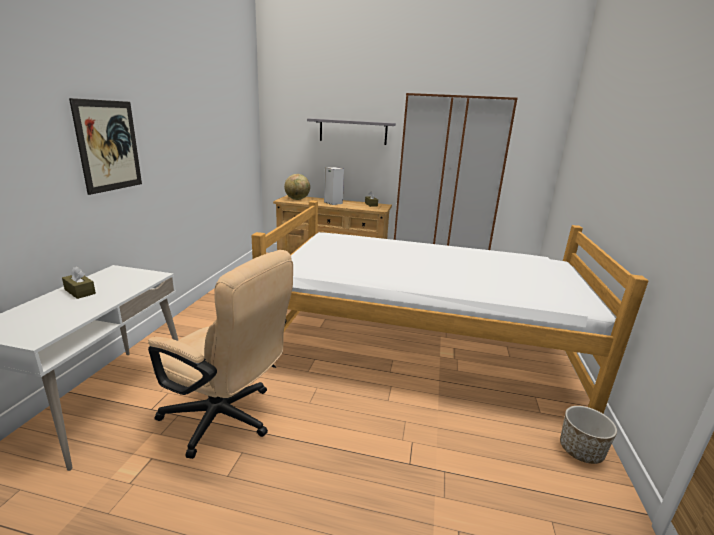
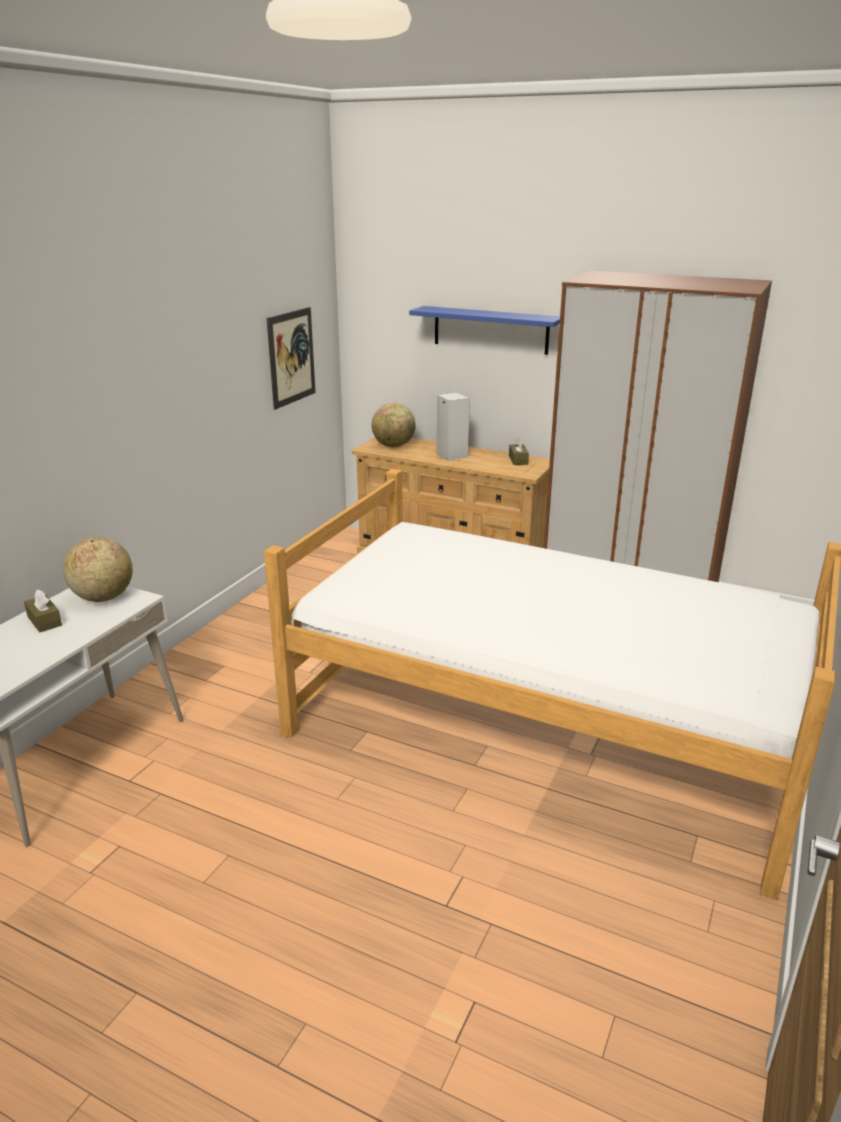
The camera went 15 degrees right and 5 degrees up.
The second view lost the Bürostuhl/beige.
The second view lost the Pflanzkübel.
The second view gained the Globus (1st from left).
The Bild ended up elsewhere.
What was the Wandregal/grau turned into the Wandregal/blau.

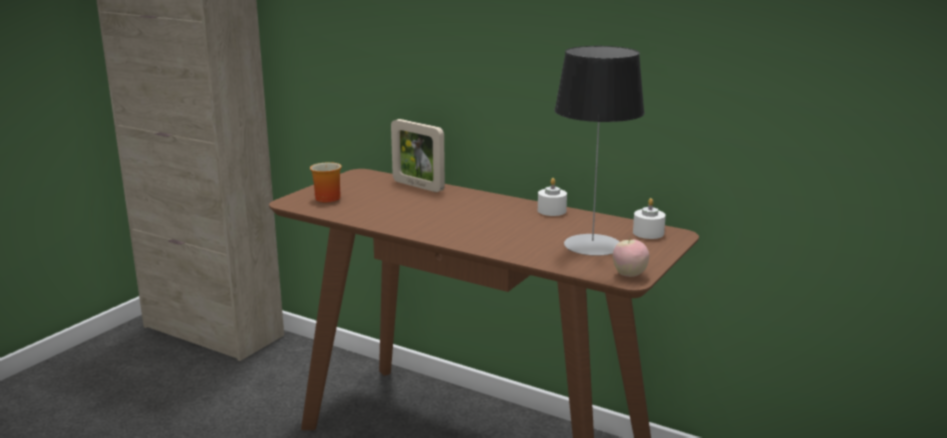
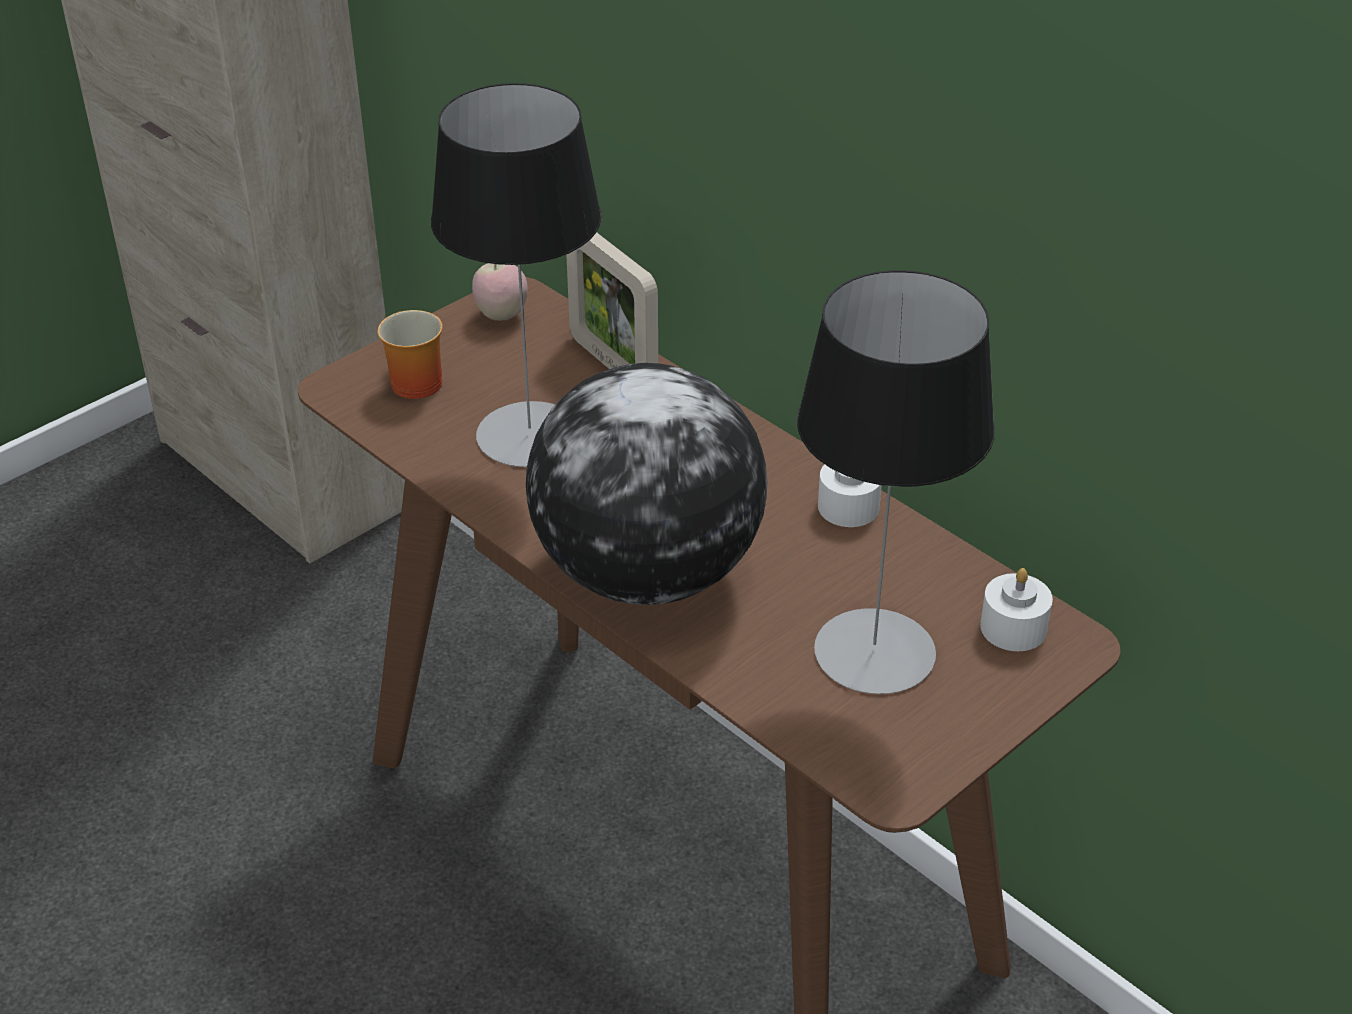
The camera went 15 degrees right and 20 degrees up.
The second view gained the Tischlampe (1st from left).
The second view gained the Globus.
The Apfel ended up elsewhere.

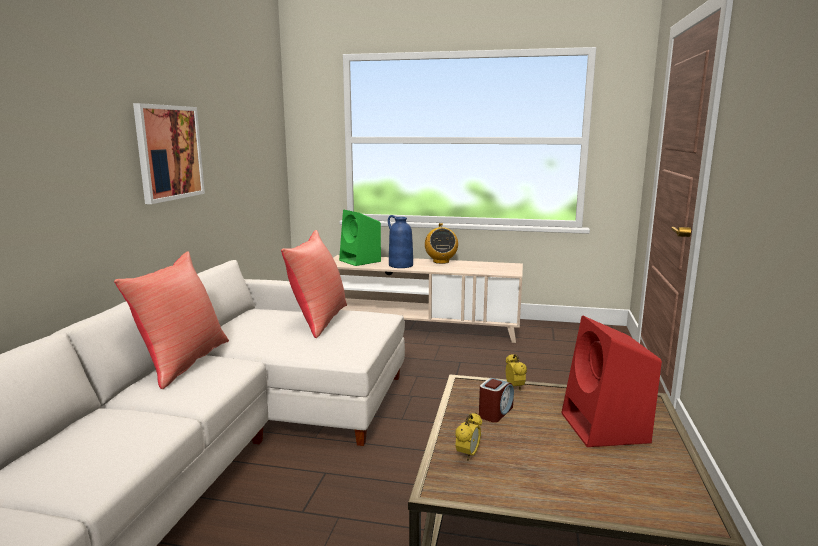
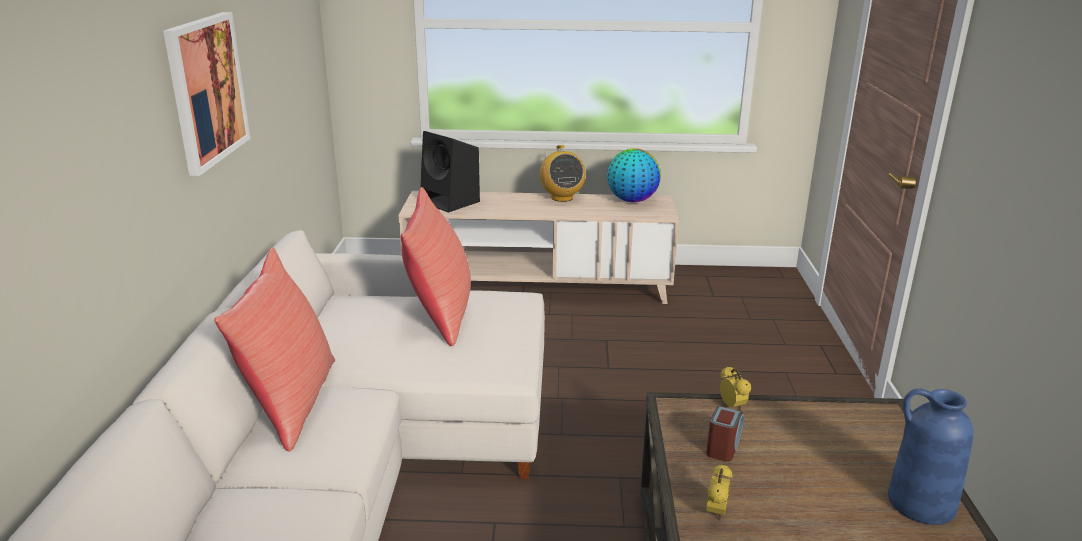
The camera went 10 degrees left and 10 degrees up.
The second view lost the Lautsprecher/rot.
The second view gained the Globus.
The Vase/blau ended up elsewhere.
What was the Lautsprecher/grün turned into the Lautsprecher/schwarz.

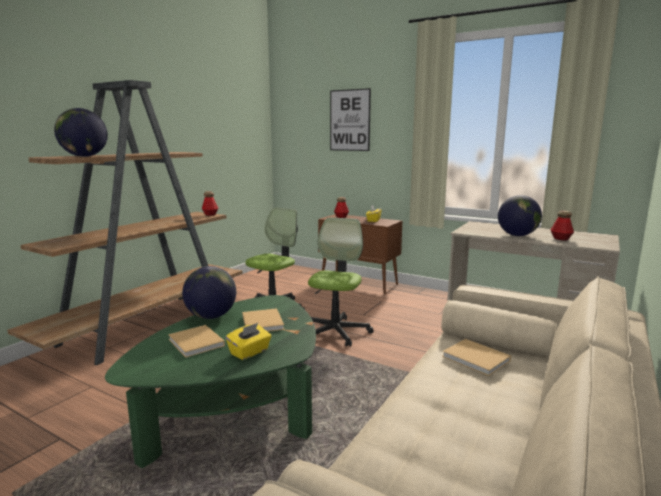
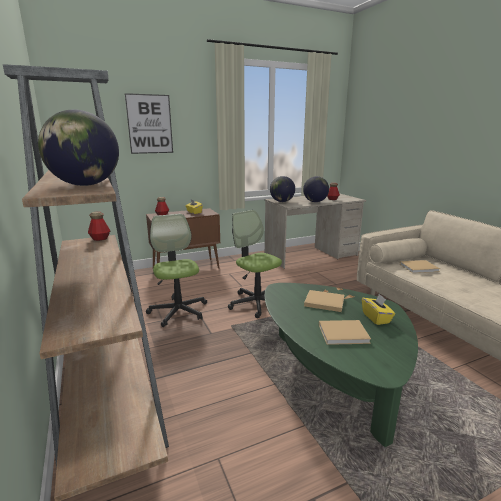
The camera went 55 degrees left and 5 degrees up.
The Globus (2nd from left) ended up elsewhere.

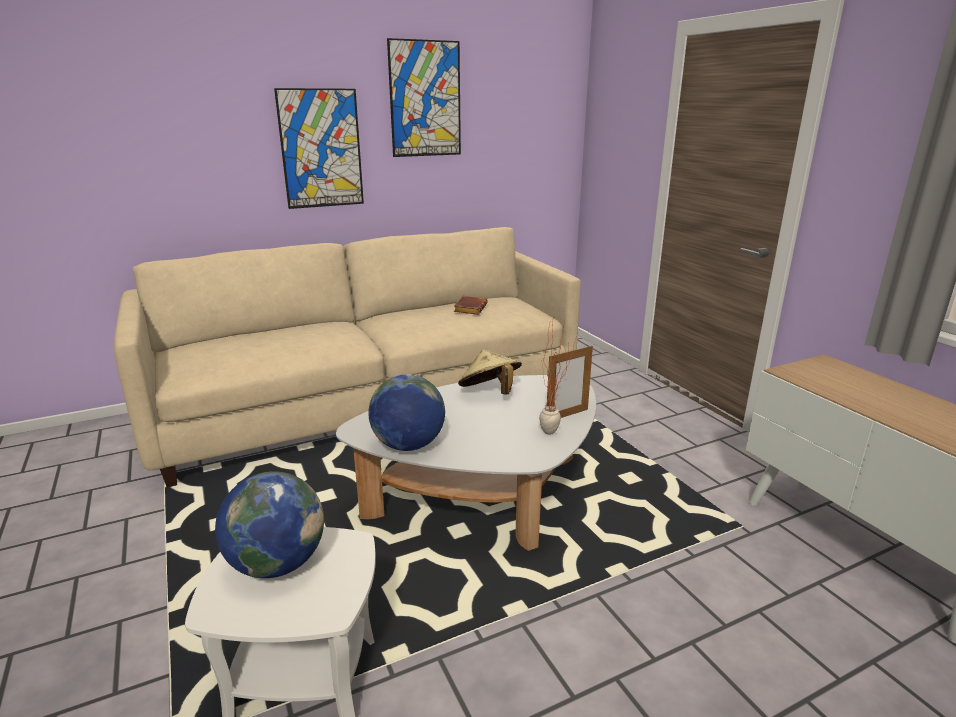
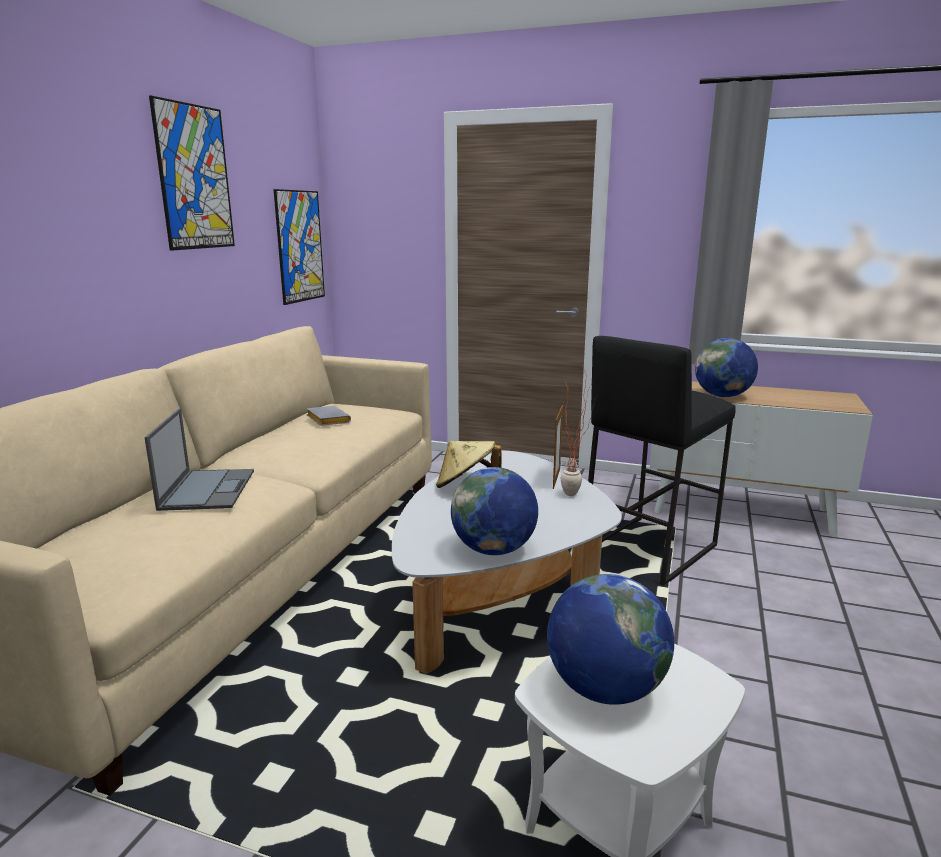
The camera went 45 degrees left and 5 degrees down.
The second view gained the Laptop.
The second view gained the Hocker/schwarz.
The second view gained the Globus (3rd from left).
The Bild (1st from left in the first image) ended up elsewhere.
What was the Buch/braun turned into the Buch/grau.

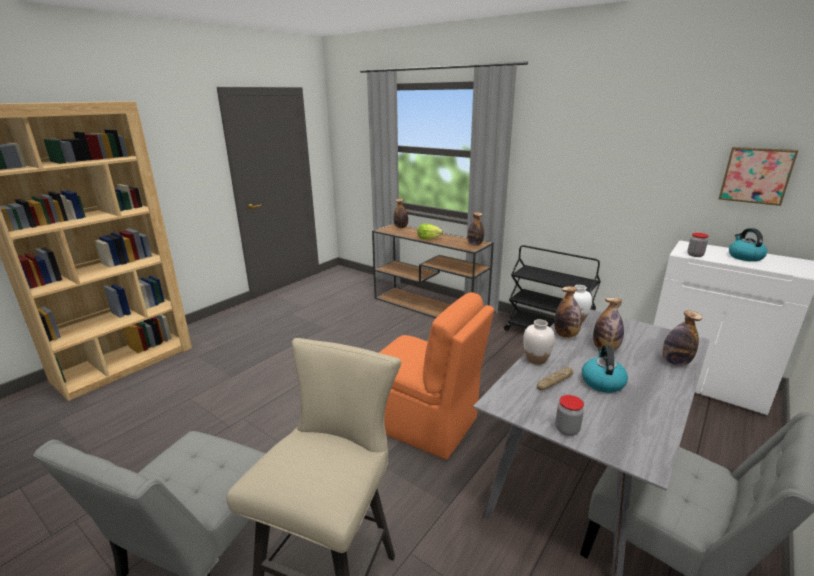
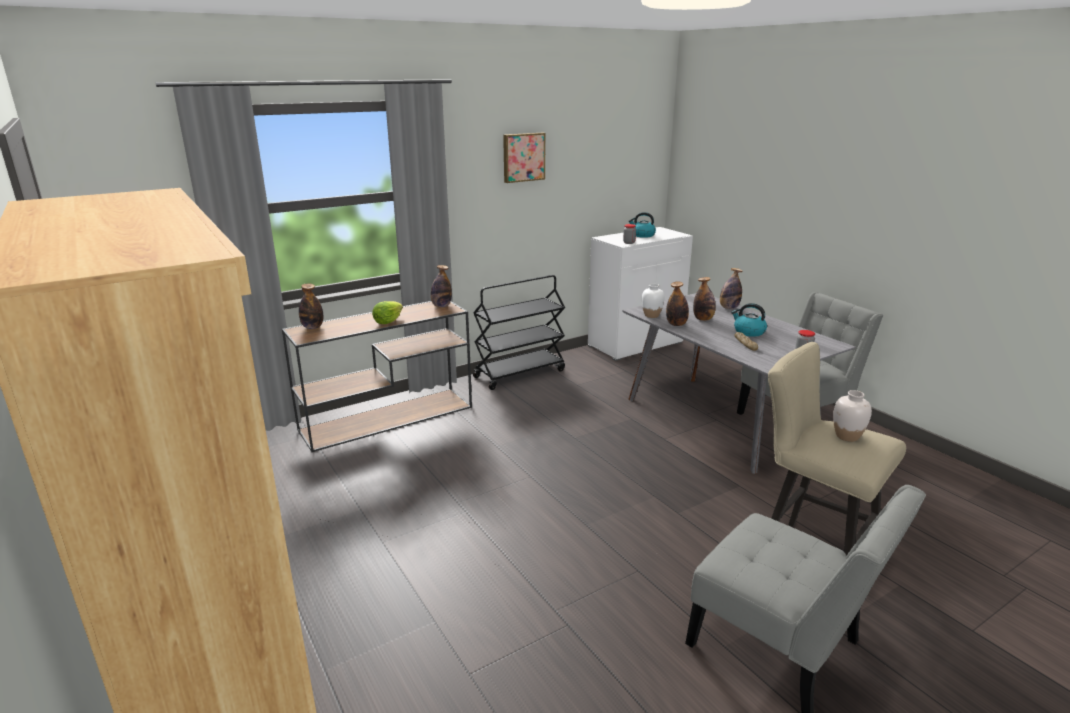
The camera went 70 degrees left and 0 degrees up.
The second view lost the Stuhl/orange.
The Vase/weiß (1st from left in the first image) ended up elsewhere.
The Bild ended up elsewhere.

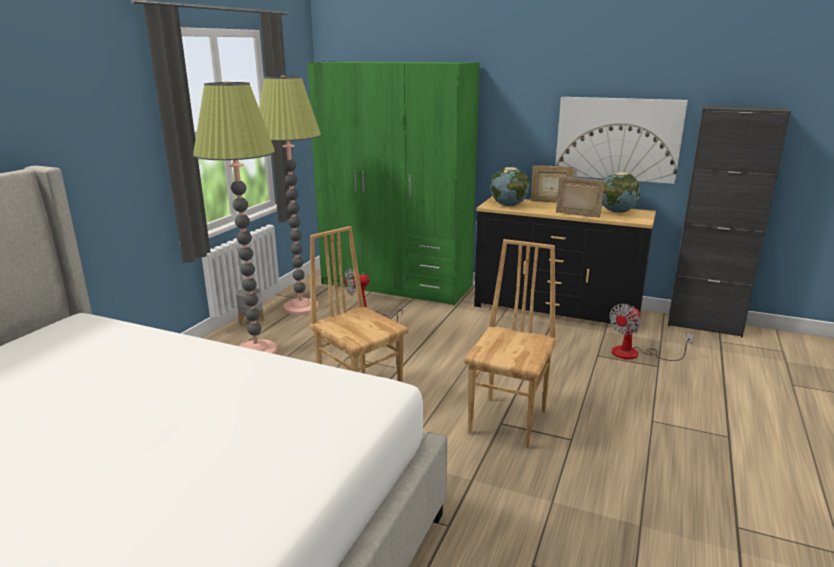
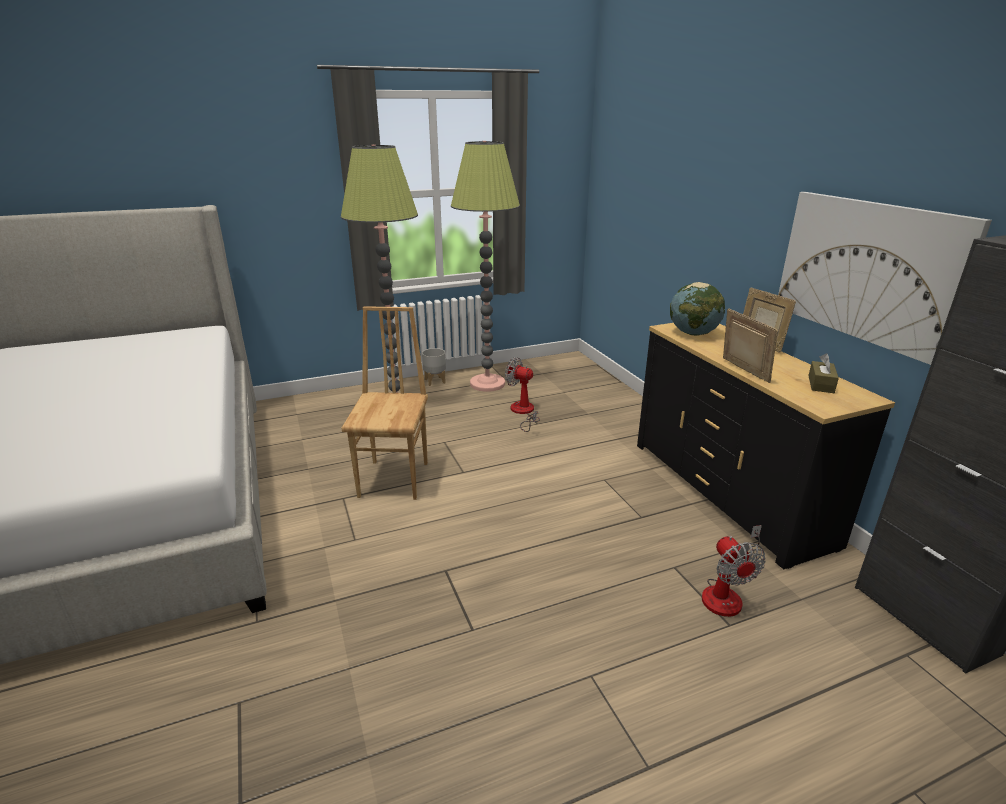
The camera went 45 degrees right and 5 degrees up.
The second view lost the Kleiderschrank/grün.
The second view lost the Stuhl/braun (2nd from left).
Where the Globus (2nd from left) stood, the Taschentuchbox/braun came to stand.
The Ventilator (2nd from left) ended up facing another way, 105 degrees counterclockwise from before.

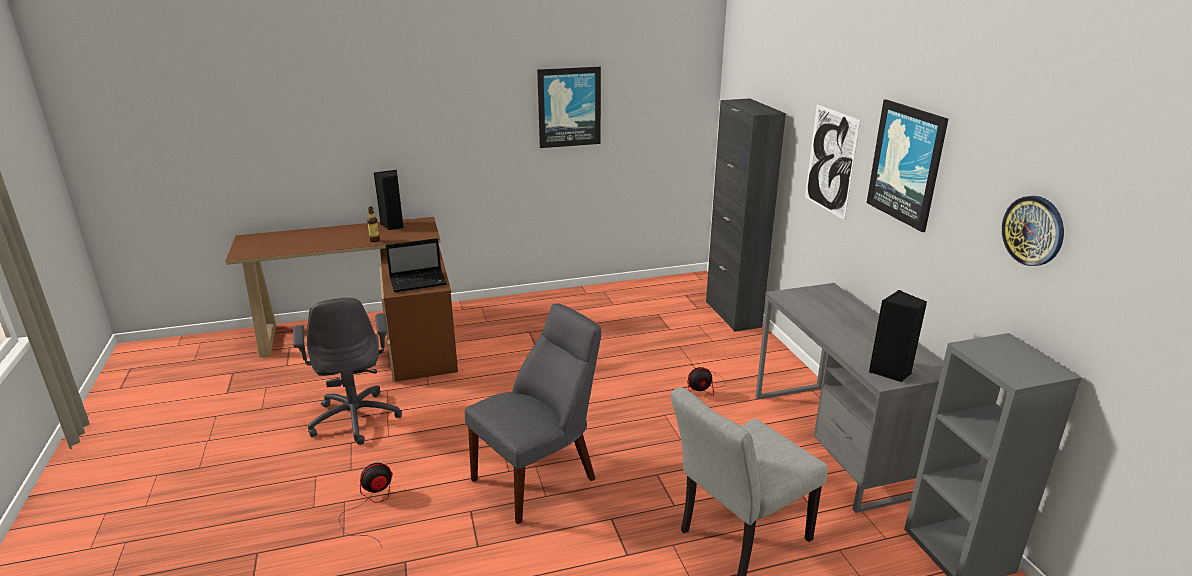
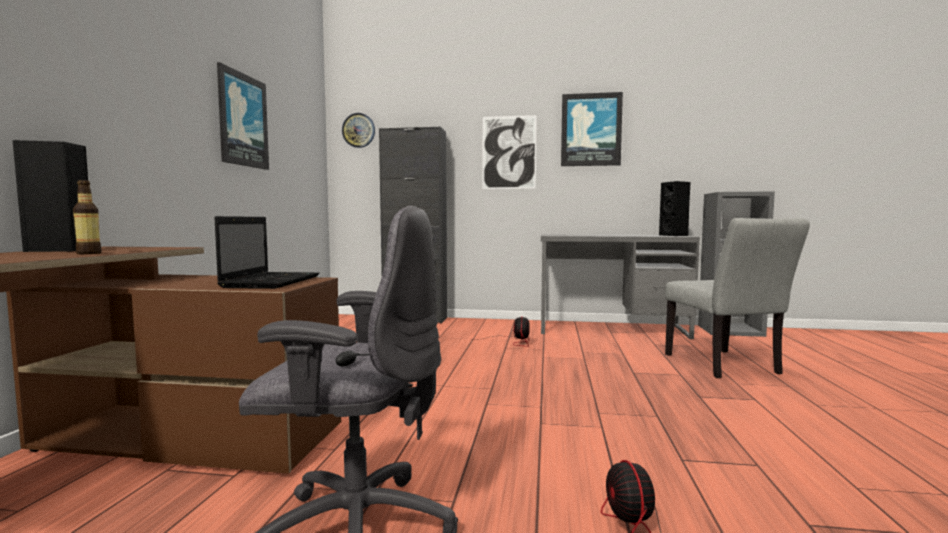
The camera went 65 degrees left and 20 degrees down.
The second view lost the Stuhl/grau (1st from left).
The Wanduhr ended up elsewhere.

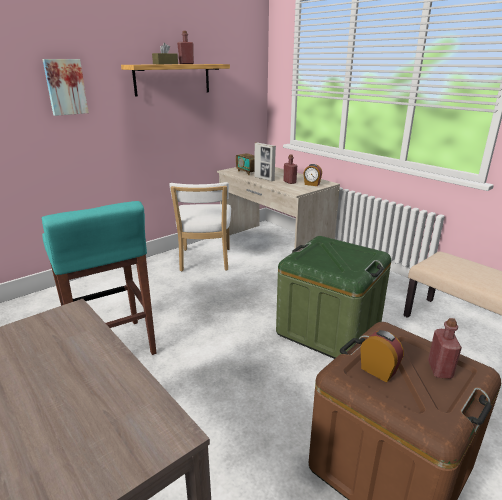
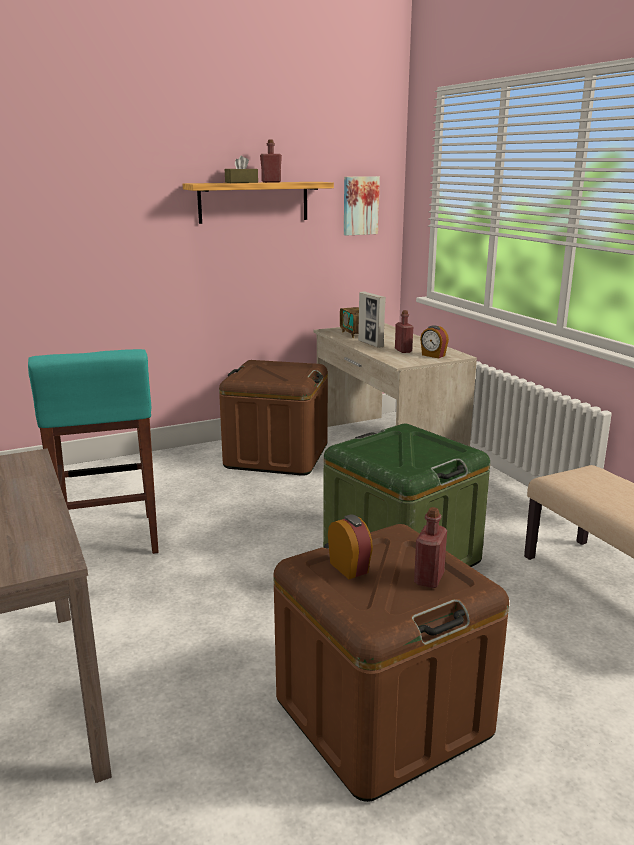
The camera went 15 degrees right and 5 degrees down.
The Bild ended up elsewhere.
Where the Stuhl/weiß stood, the Aufbewahrungsbox/braun (1st from left) came to stand.

